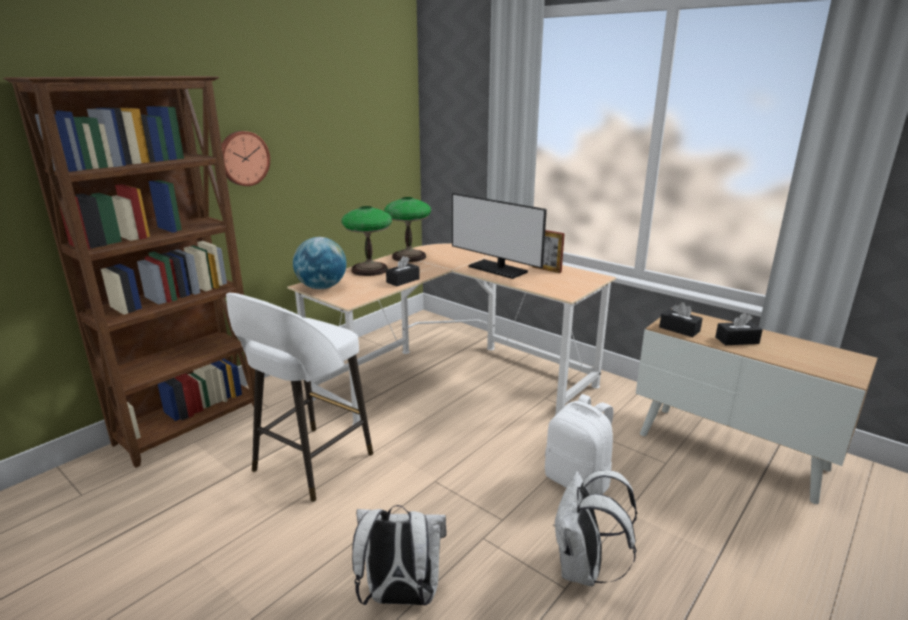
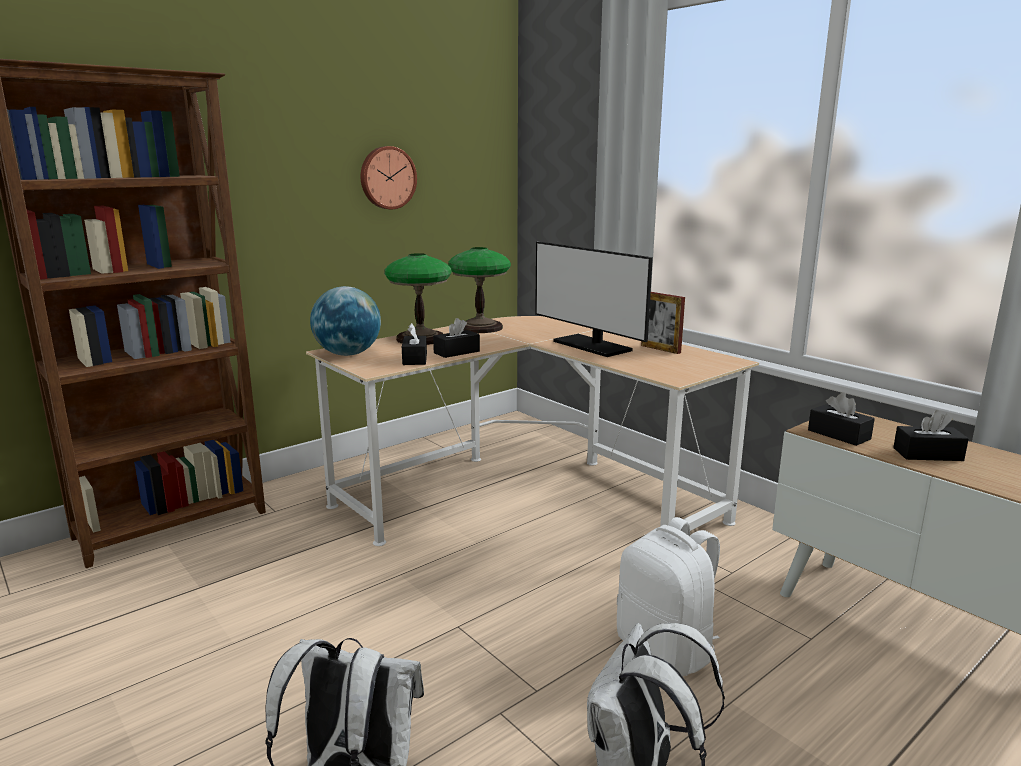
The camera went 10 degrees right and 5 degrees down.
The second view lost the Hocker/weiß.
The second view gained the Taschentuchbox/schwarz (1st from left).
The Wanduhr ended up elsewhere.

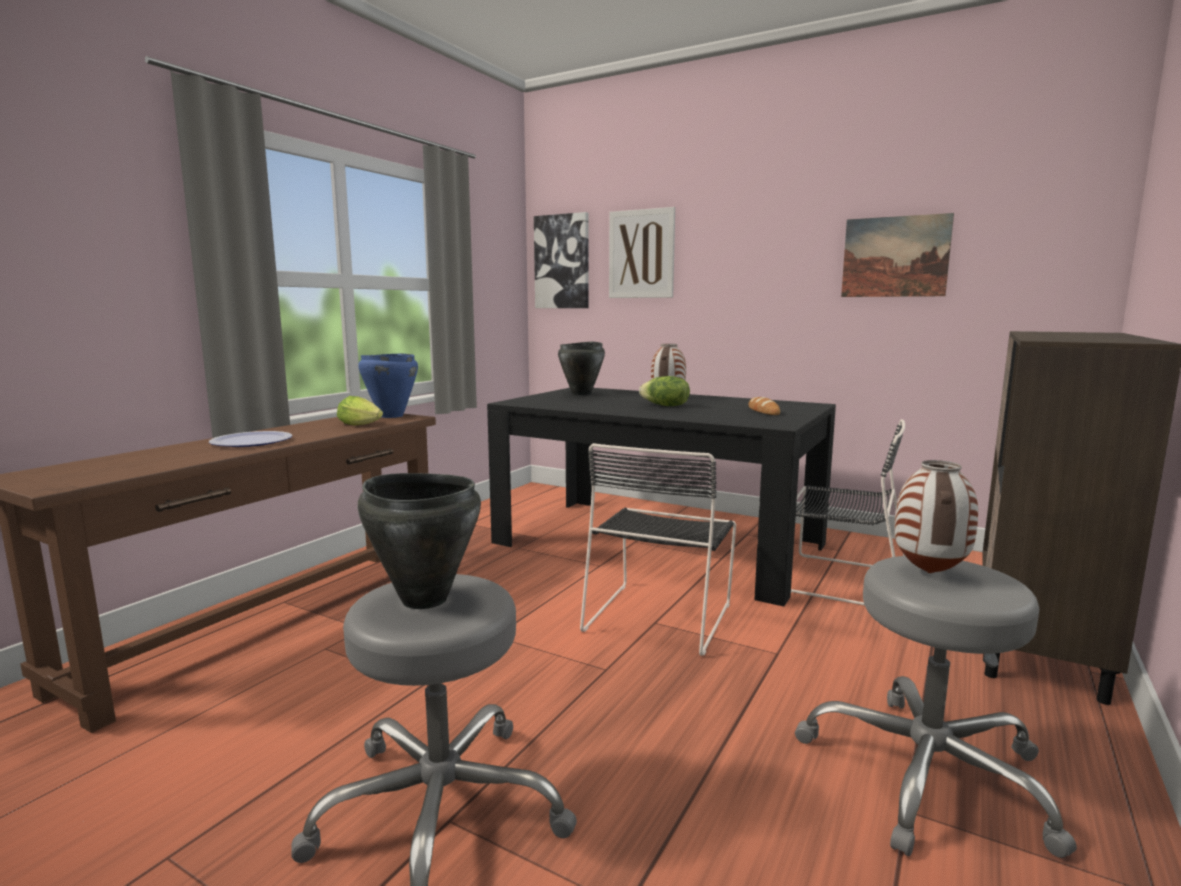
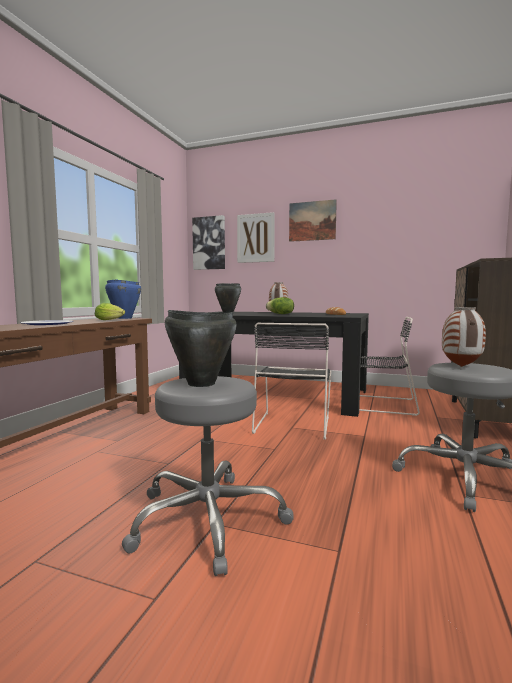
The camera went 10 degrees left and 5 degrees down.
The Bild (3rd from left) ended up elsewhere.

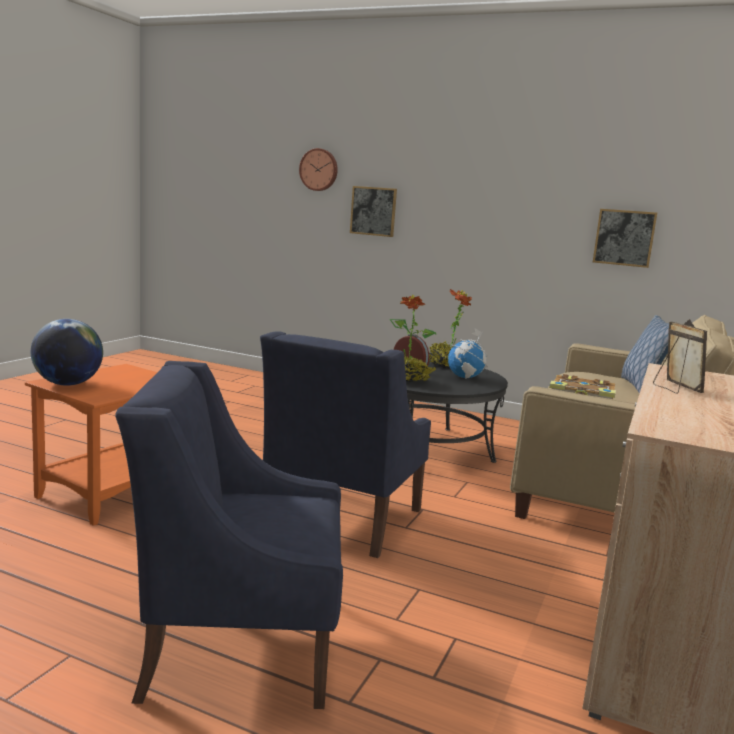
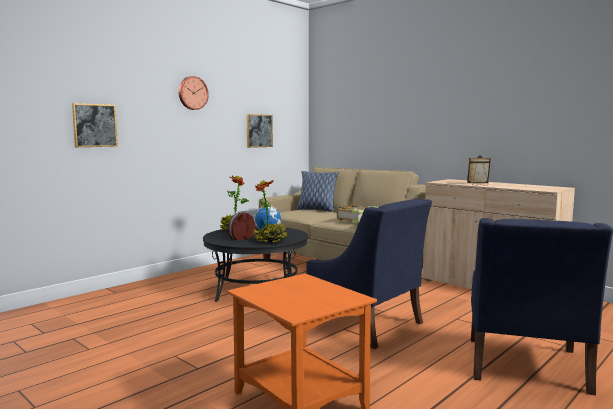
The camera went 70 degrees left and 5 degrees down.
The second view lost the Globus (1st from left).
The Wanduhr ended up elsewhere.

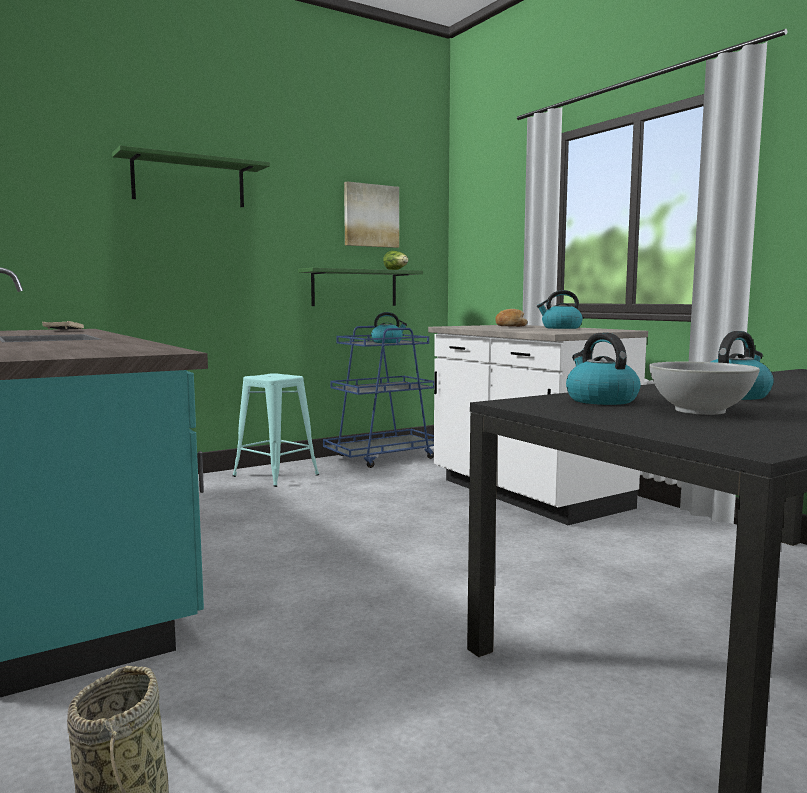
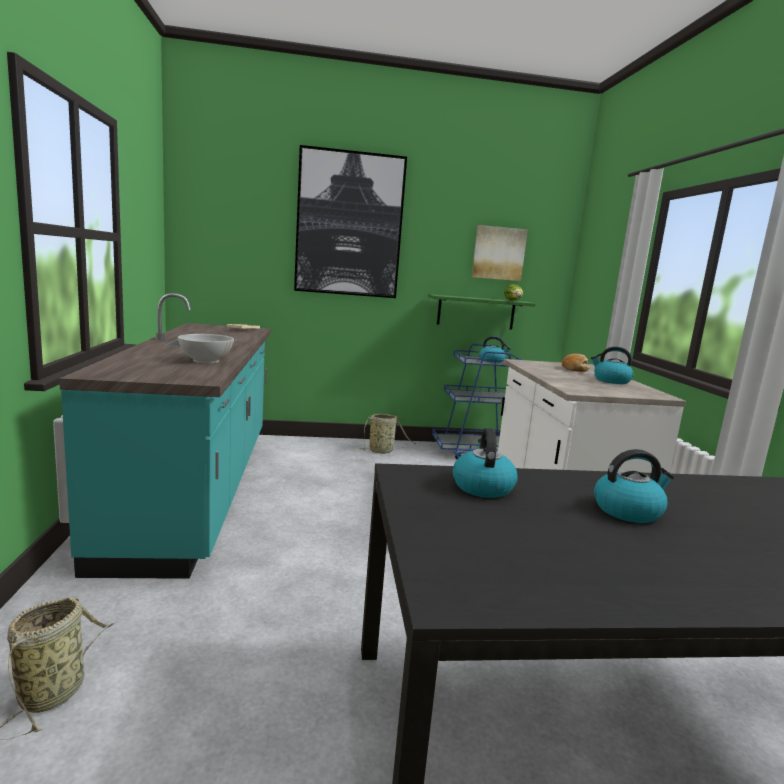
The camera went 25 degrees right and 5 degrees up.
The Schüssel/weiß ended up elsewhere.
Where the Wandregal/grün (1st from left) hung, the Bild (1st from left) came to hang.
Where the Hocker/türkis stood, the Korb (2nd from left) came to stand.

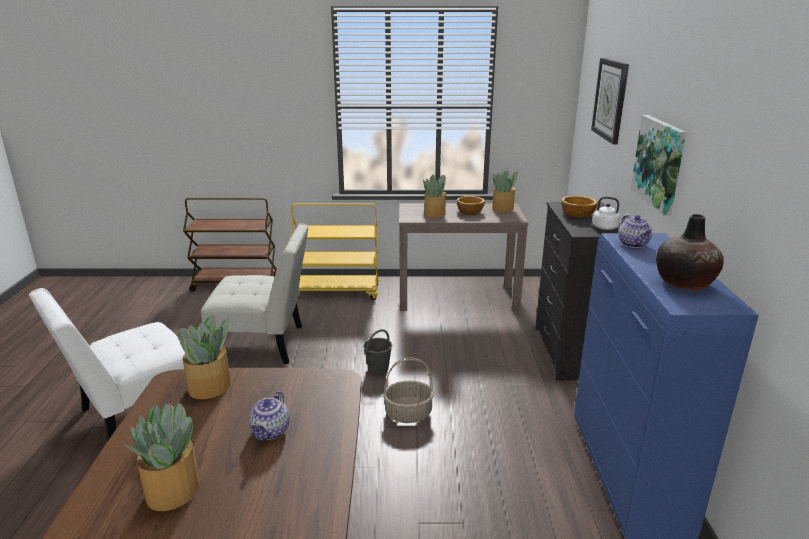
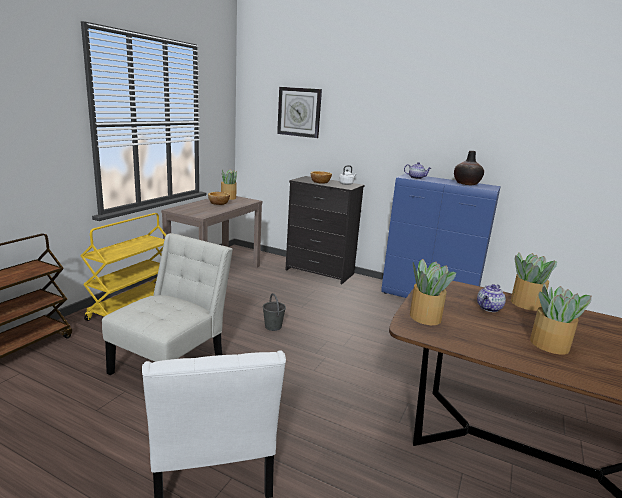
The camera went 65 degrees left and 5 degrees down.
The second view lost the Korb.
The second view lost the Bild.
The Topfpflanze (3rd from left) ended up elsewhere.
The Teekanne (1st from left in the first image) ended up facing another way, 90 degrees clockwise from before.

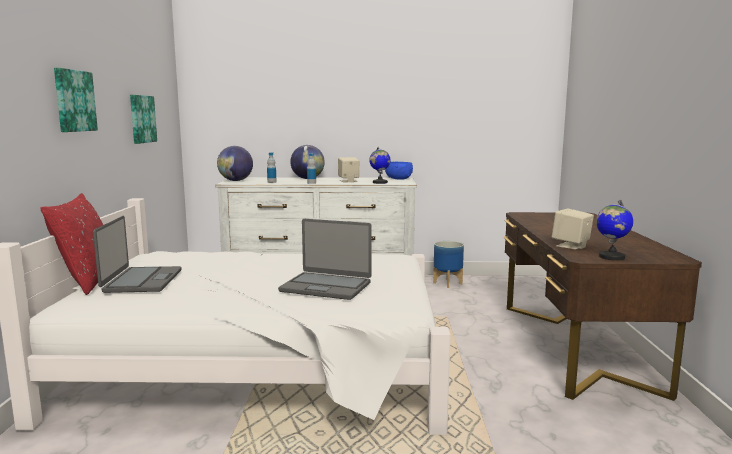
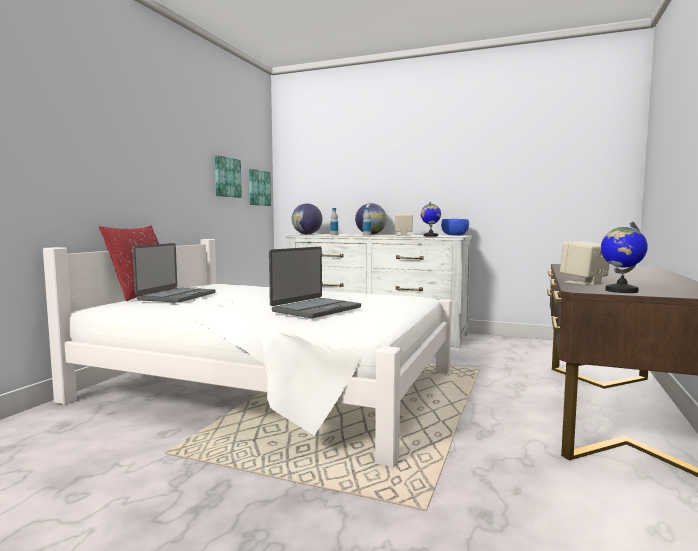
The camera went 20 degrees right and 5 degrees down.
The second view lost the Pflanzkübel.
The Bild (1st from left in the first image) ended up elsewhere.
The Laptop (2nd from left) ended up facing another way, 90 degrees counterclockwise from before.

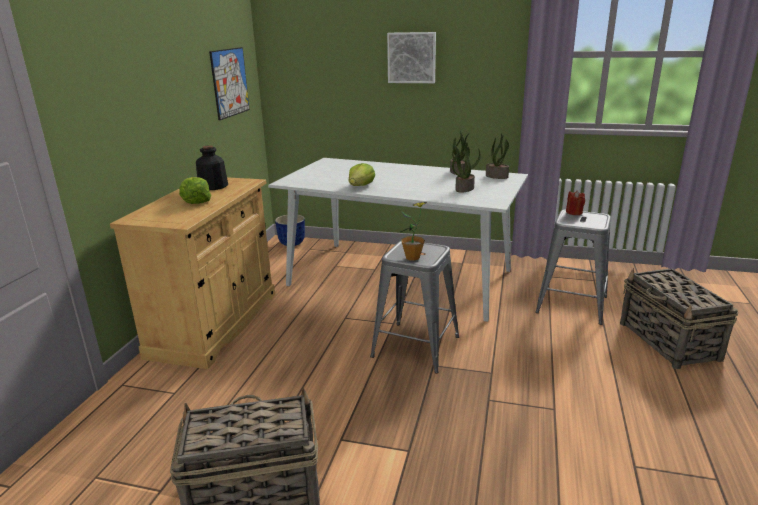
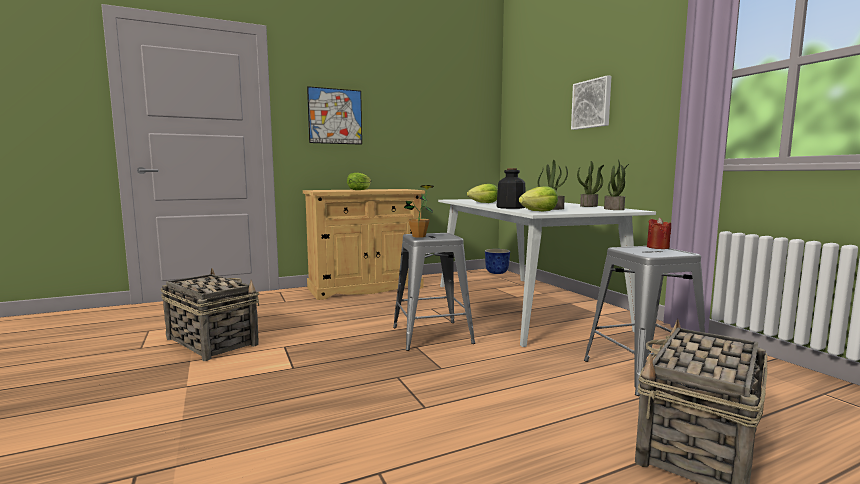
The camera went 50 degrees right and 15 degrees down.
The second view gained the Salatkopf (3rd from left).
The Flasche ended up elsewhere.
The Bild (1st from left) ended up elsewhere.

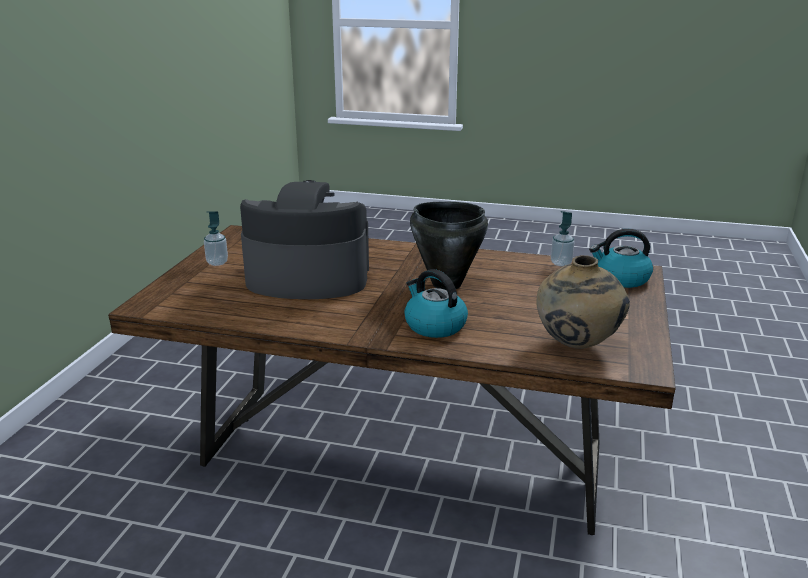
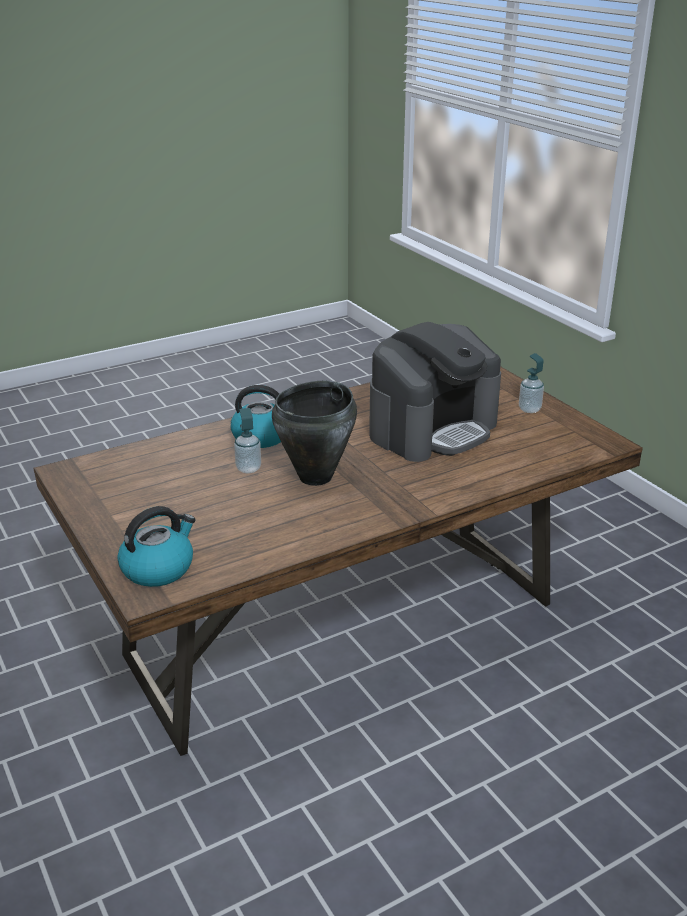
The camera went 135 degrees right and 5 degrees up.
The second view lost the Vase/beige.
The Seifenspender (2nd from left in the first image) ended up elsewhere.

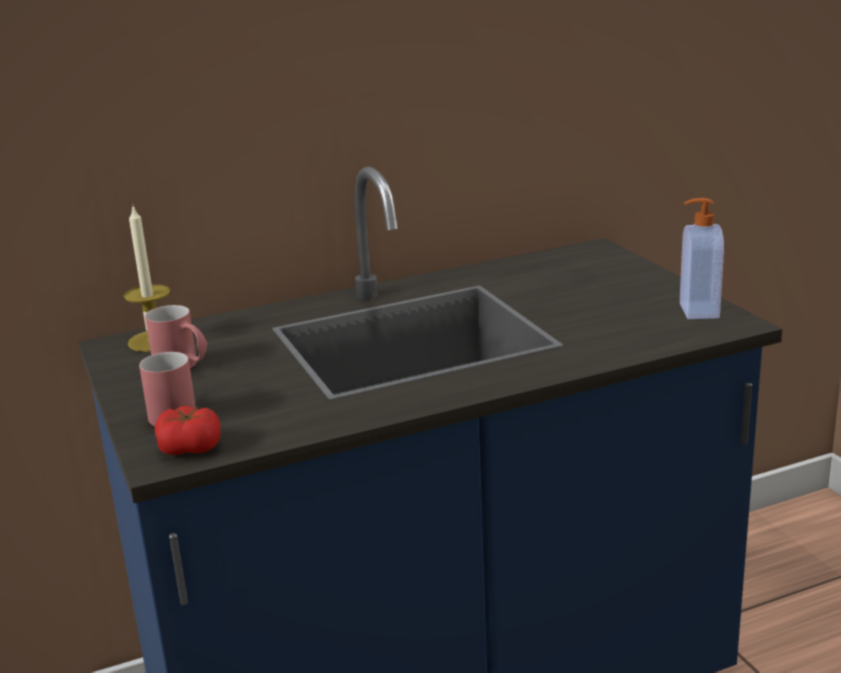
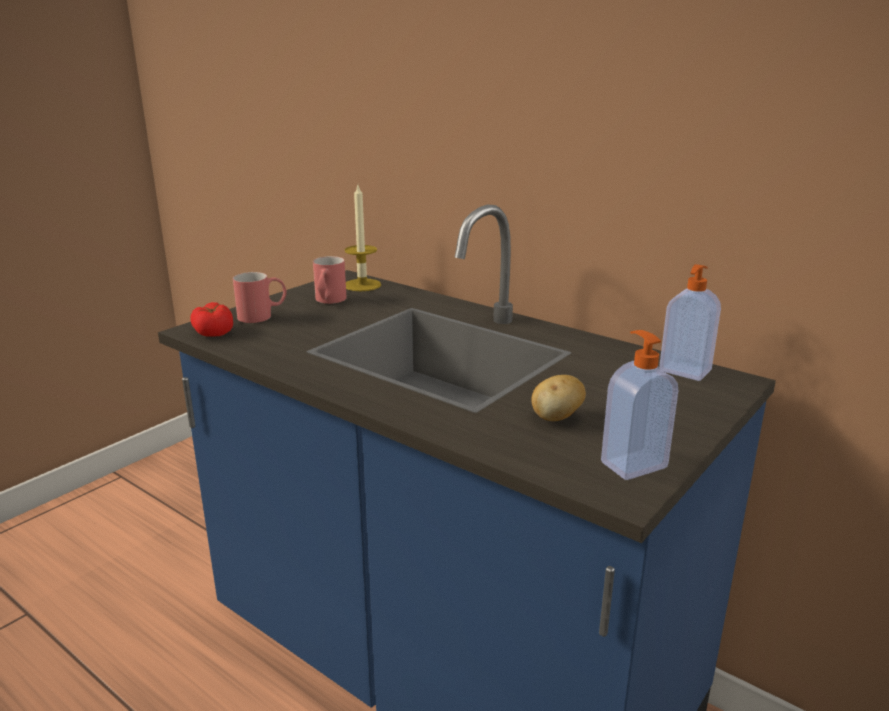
The camera went 60 degrees right and 0 degrees up.
The second view gained the Kartoffel.
The second view gained the Seifenspender (2nd from left).

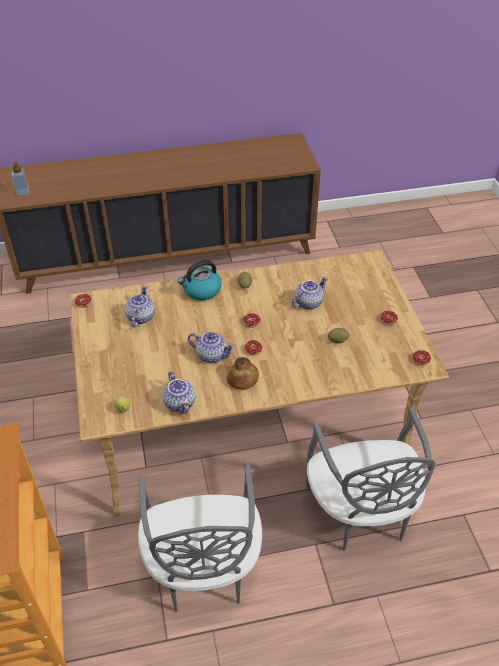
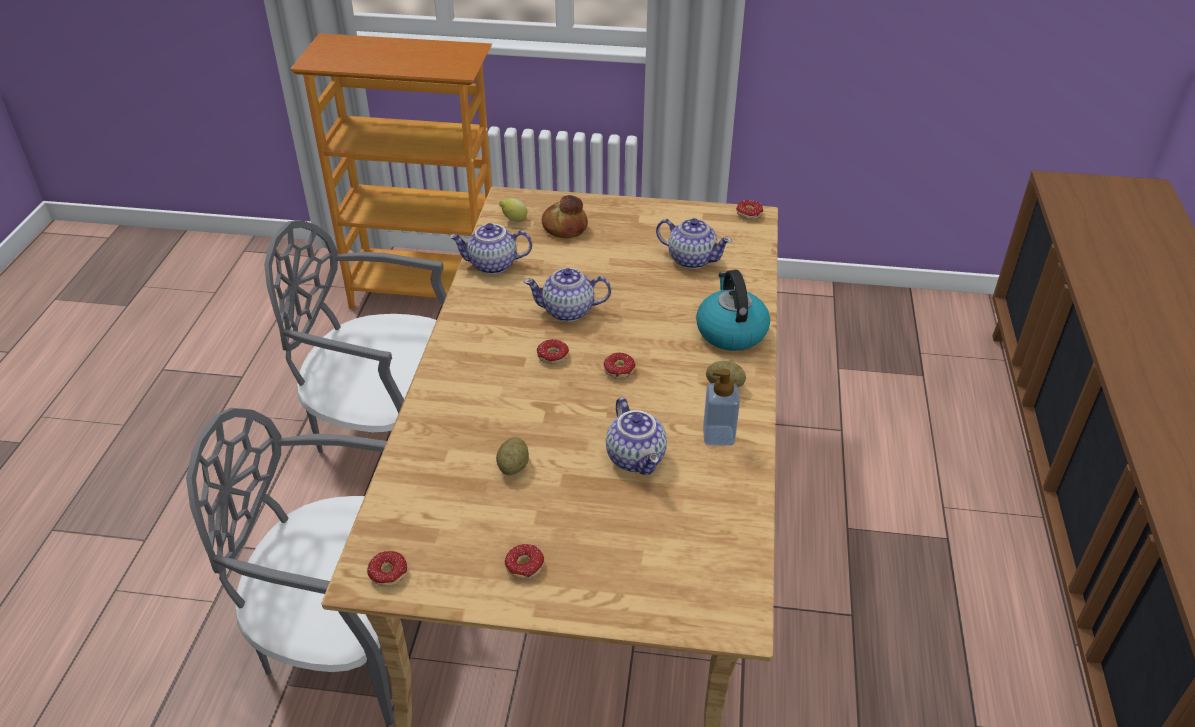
The camera went 110 degrees right and 5 degrees down.
The Seifenspender ended up elsewhere.
The Brot ended up elsewhere.
The Teekanne (3rd from left in the first image) ended up facing another way, 45 degrees clockwise from before.

